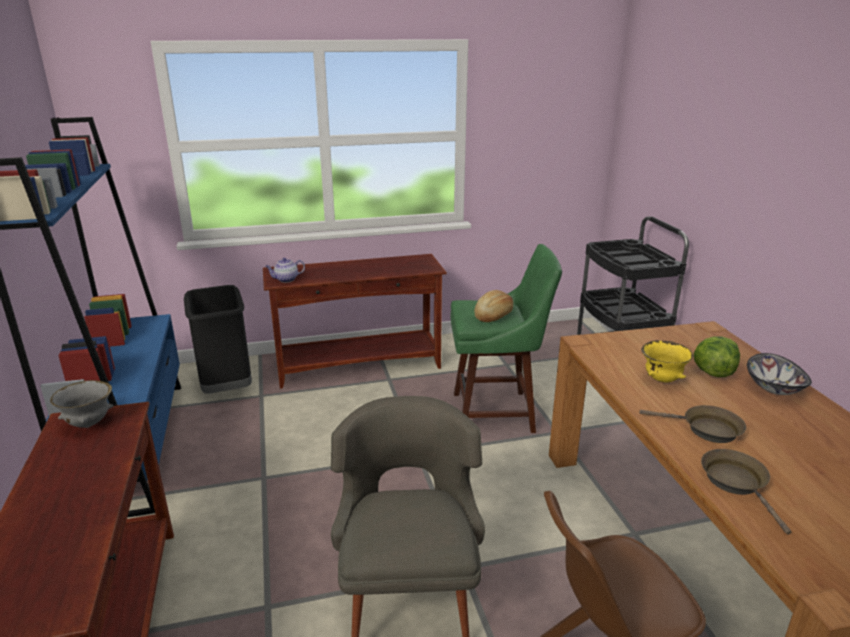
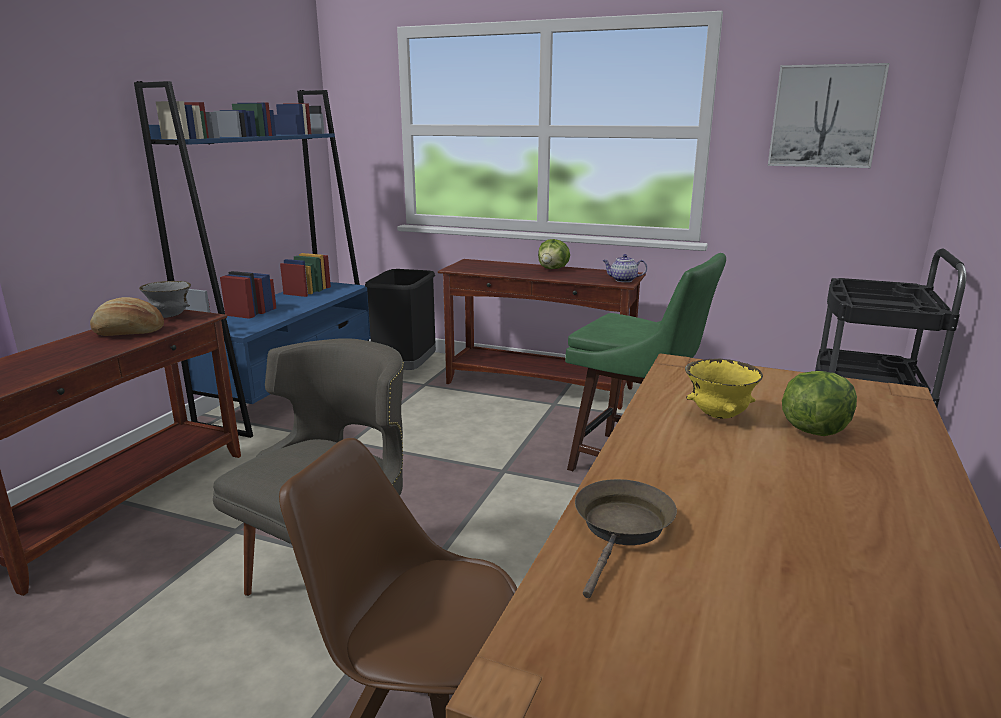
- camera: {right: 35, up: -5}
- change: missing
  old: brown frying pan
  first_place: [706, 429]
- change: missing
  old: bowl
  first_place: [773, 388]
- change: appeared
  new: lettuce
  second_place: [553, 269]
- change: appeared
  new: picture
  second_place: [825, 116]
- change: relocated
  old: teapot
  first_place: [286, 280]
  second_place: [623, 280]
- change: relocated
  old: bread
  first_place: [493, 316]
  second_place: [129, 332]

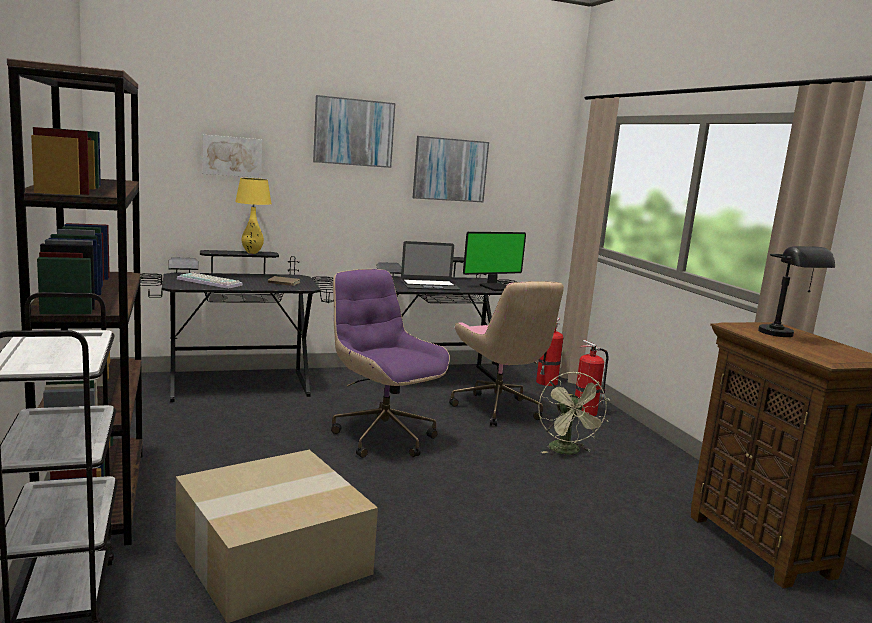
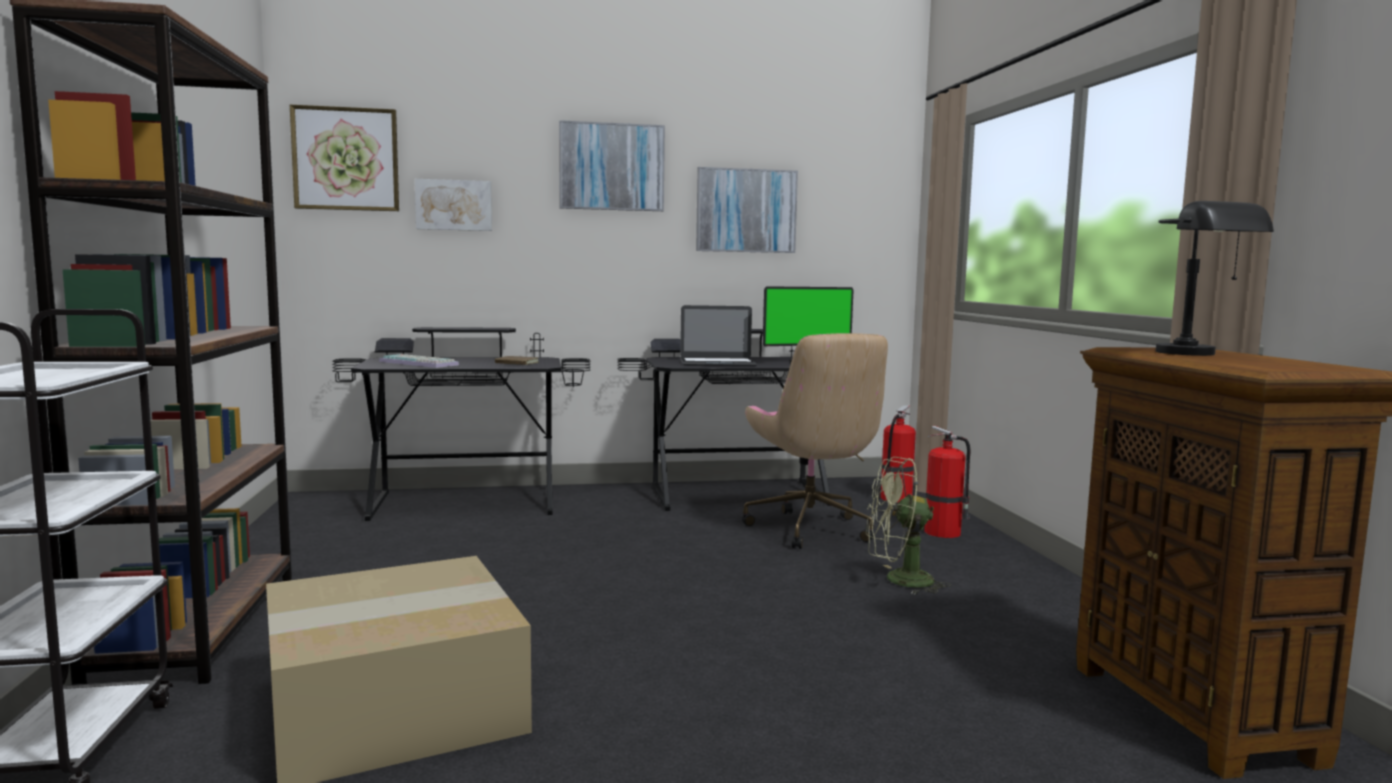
- camera: {right: 10, up: -5}
- change: missing
  old: yellow table lamp
  first_place: [252, 253]
- change: missing
  old: purple office chair
  first_place: [381, 436]
- change: appeared
  new: picture
  second_place: [346, 159]
- change: spun
  old: green fan
  first_place: [567, 452]
  second_place: [899, 581]
  degrees: 90

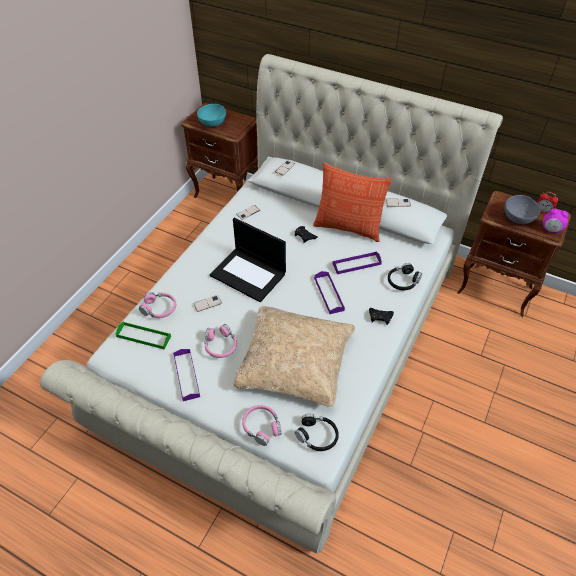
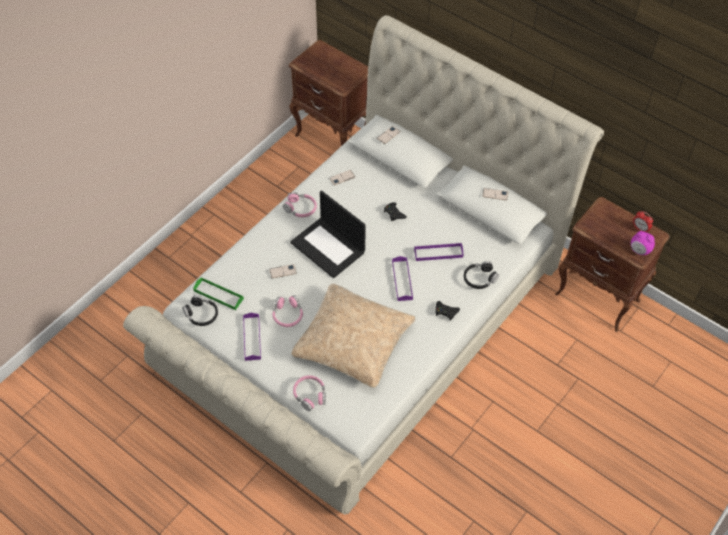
- camera: {right: 10, up: 5}
- change: missing
  old: turquoise bowl
  first_place: [213, 123]
- change: missing
  old: orange pillow
  first_place: [348, 228]
- change: missing
  old: grey bowl
  first_place: [518, 218]
- change: relocated
  old: pink headphones
  first_place: [159, 308]
  second_place: [300, 208]
- change: relocated
  old: black headphones
  first_place: [317, 436]
  second_place: [201, 314]

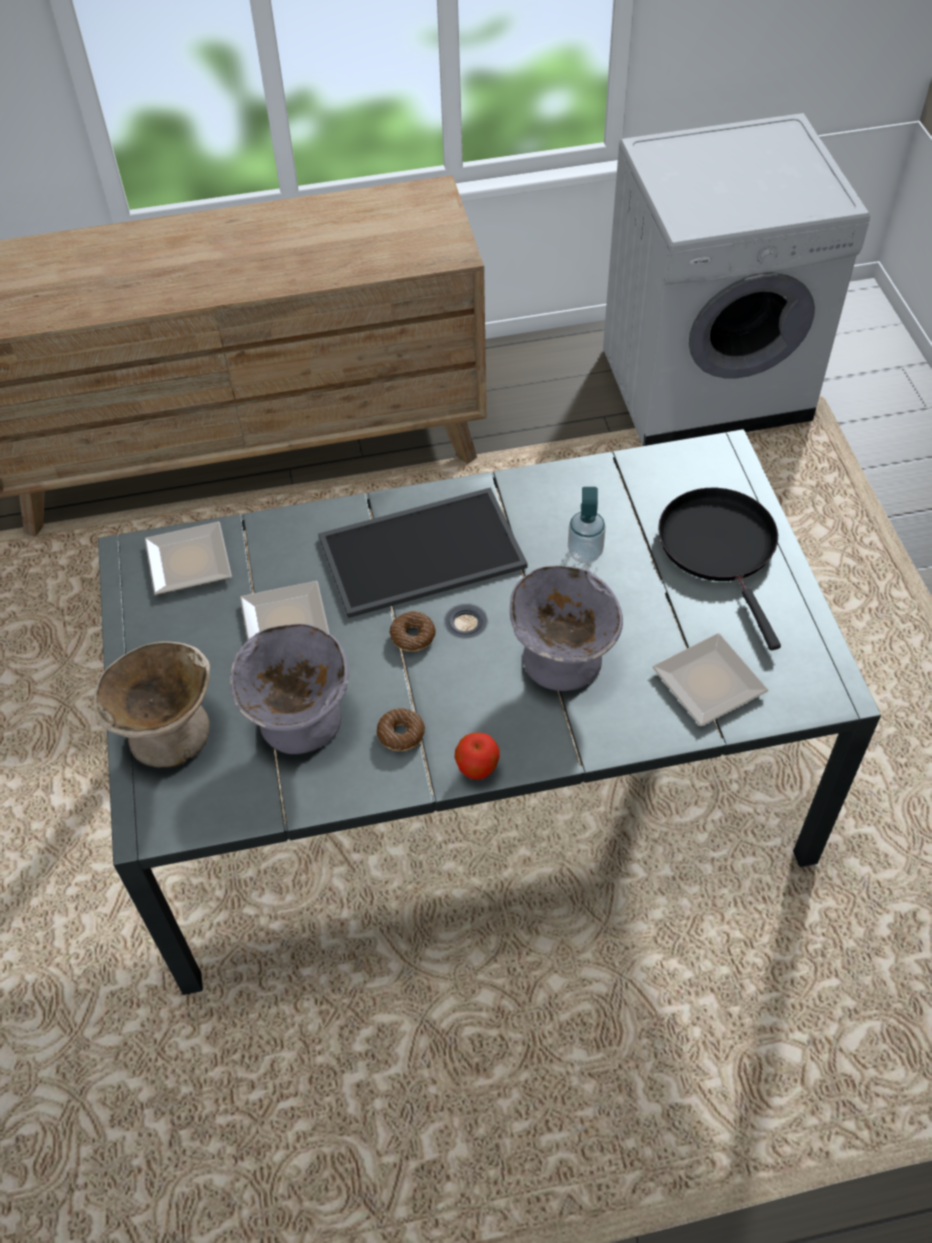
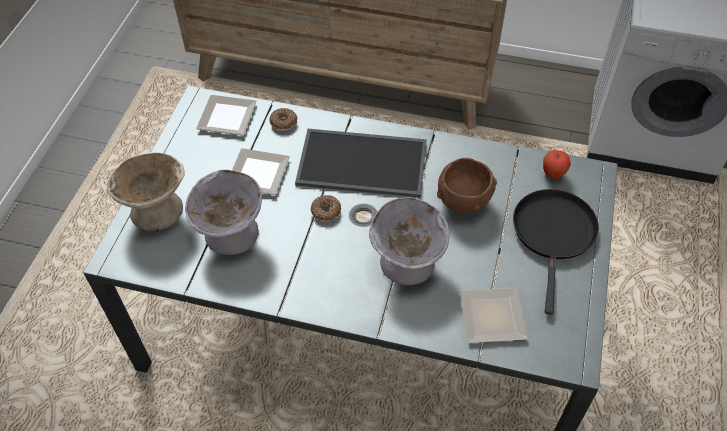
- camera: {right: 25, up: 0}
- change: relocated
  old: donut
  first_place: [401, 734]
  second_place: [283, 122]
- change: relocated
  old: apple
  first_place: [477, 770]
  second_place: [553, 174]
- change: exchanged
  old: soap dispenser
  new: brown bowl
  first_place: [585, 552]
  second_place: [462, 202]

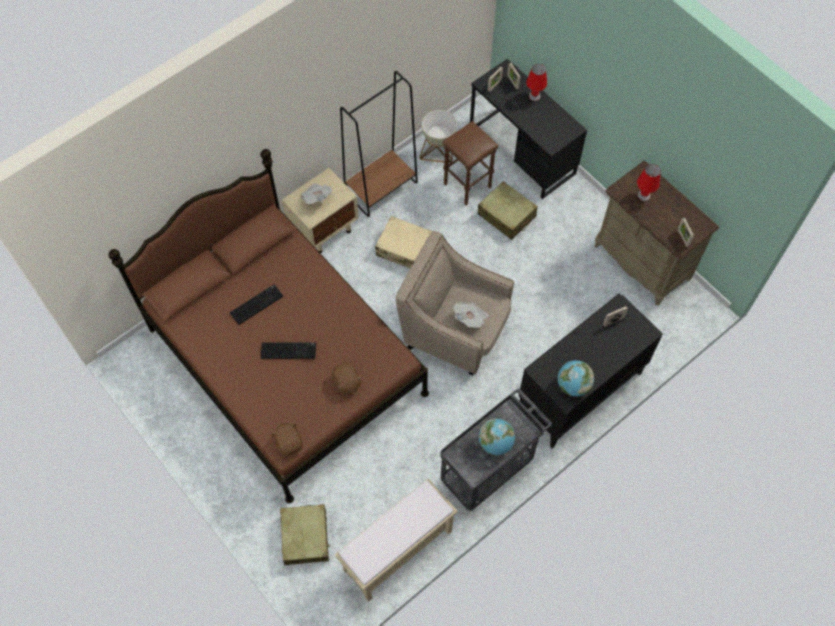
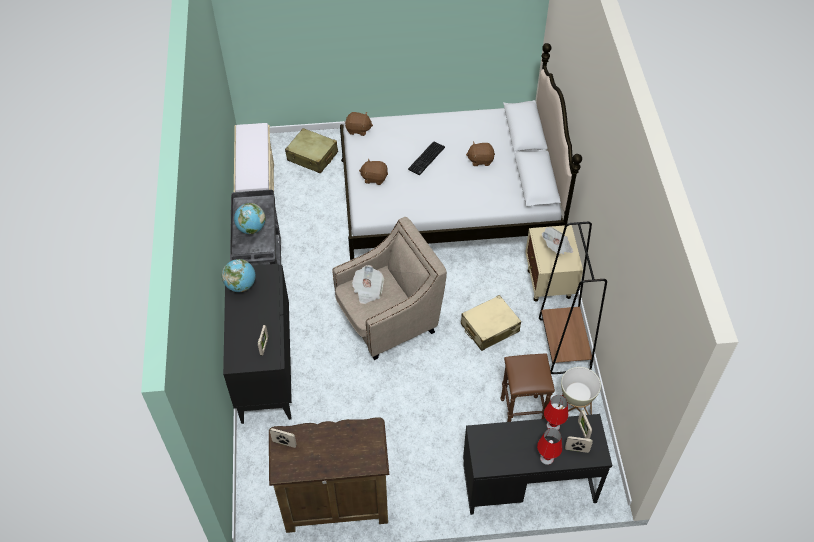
- camera: {right: 125, up: -10}
- change: missing
  old: beige suitcase
  first_place: [506, 215]
- change: relocated
  old: red table lamp
  first_place: [644, 195]
  second_place: [553, 425]
- change: exchanged
  old: keyboard
  new: brown plush toy
  first_place: [256, 304]
  second_place: [480, 160]
- change: colour
  old: brown bed
  new: white bed
  first_place: [286, 361]
  second_place: [447, 205]

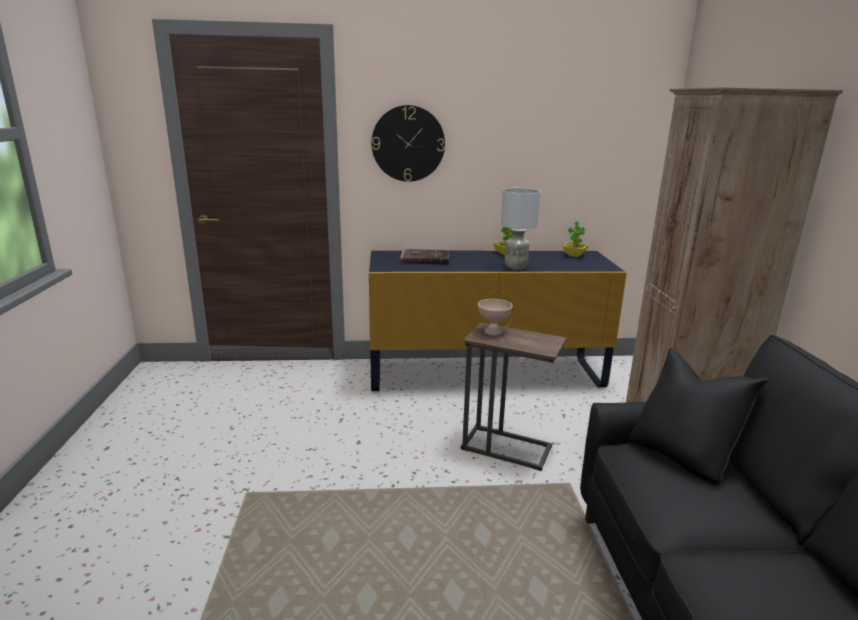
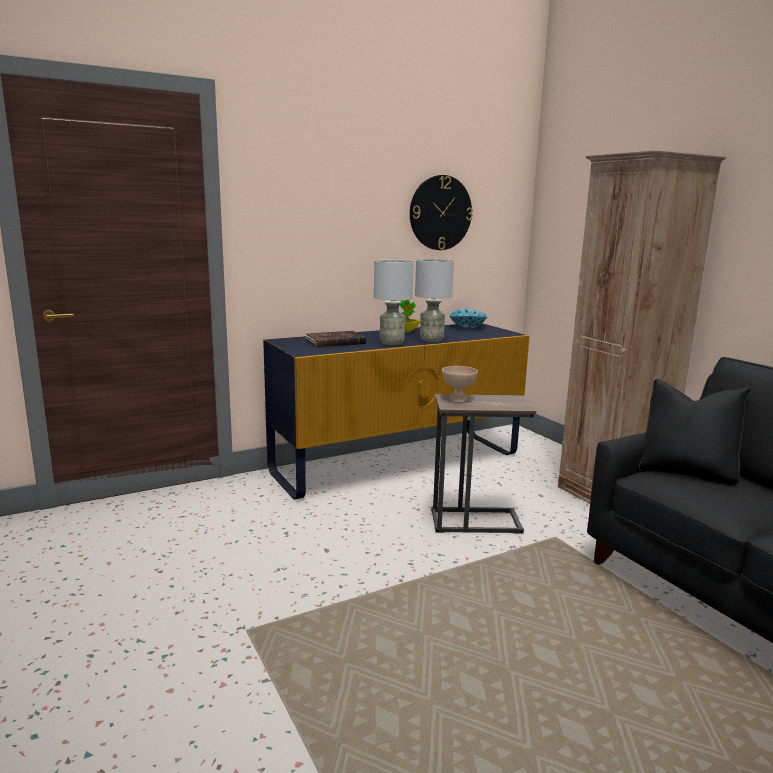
- camera: {right: -25, up: -5}
- change: appeared
  new: grey table lamp
  second_place: [392, 343]
- change: relocated
  old: wall clock
  first_place: [408, 144]
  second_place: [440, 213]
- change: exchanged
  old: potted plant
  new: bowl
  first_place: [574, 255]
  second_place: [467, 327]

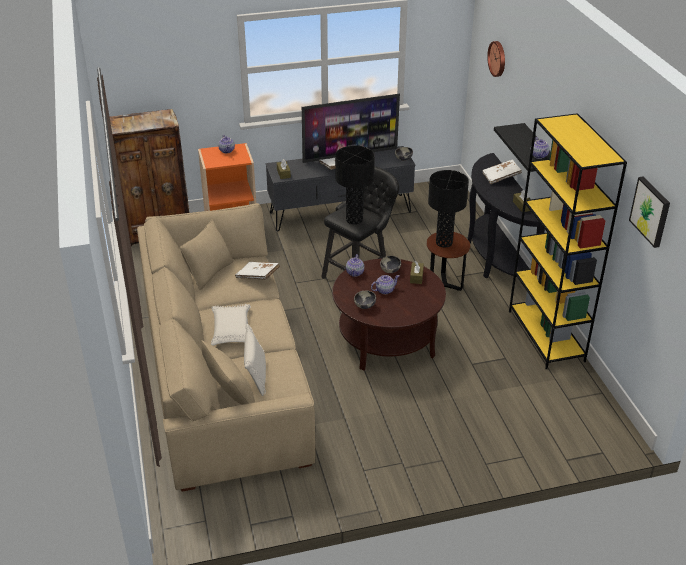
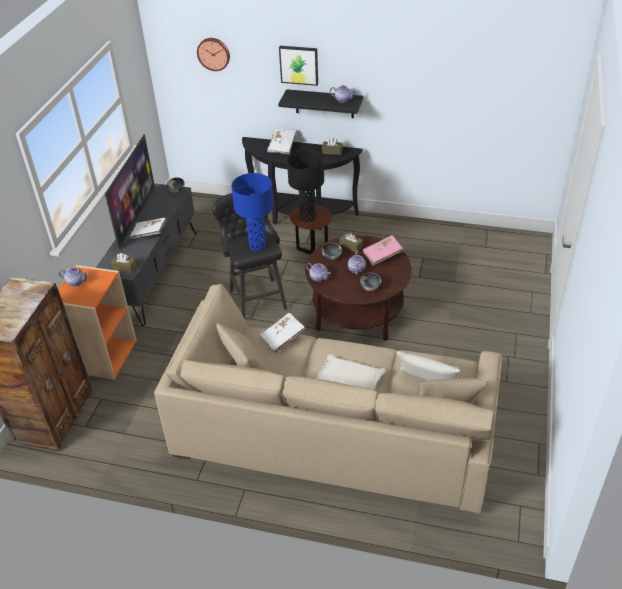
- camera: {right: -60, up: 5}
- change: missing
  old: yellow bookcase
  first_place: [546, 336]
- change: appeared
  new: pink book
  second_place: [382, 255]
- change: relocated
  old: picture
  first_place: [651, 211]
  second_place: [299, 64]
- change: colour
  old: black table lamp
  new: blue table lamp
  first_place: [354, 219]
  second_place: [257, 246]

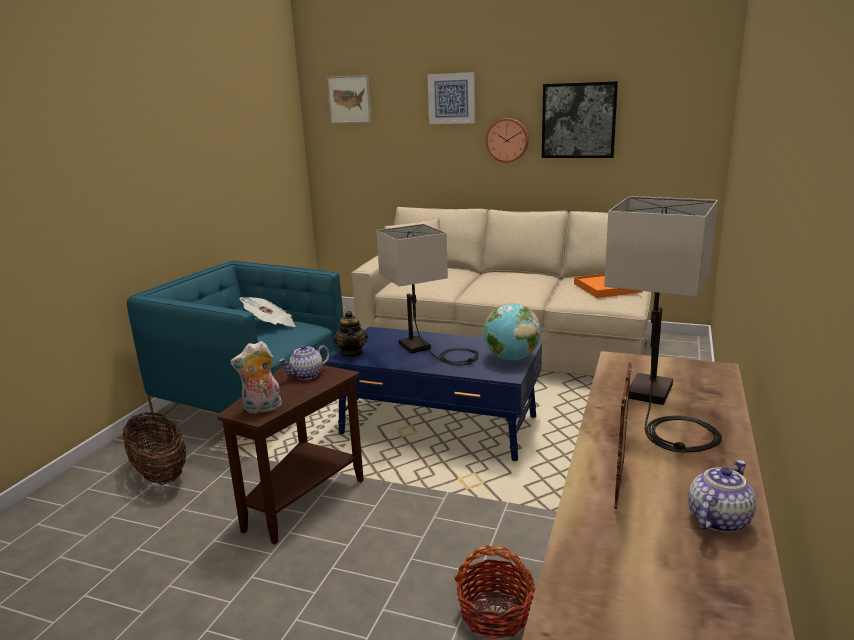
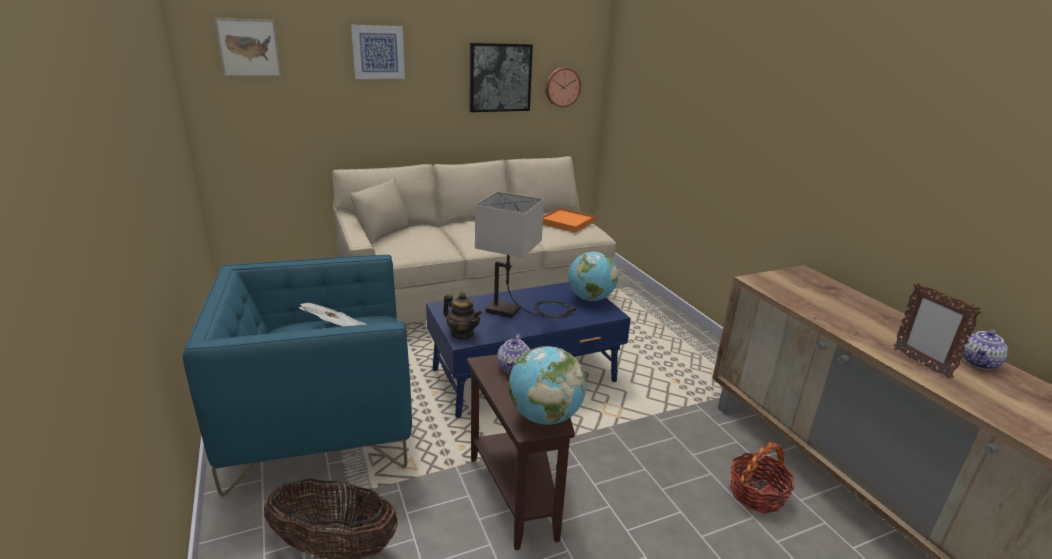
- camera: {right: -45, up: 5}
- change: missing
  old: table lamp
  first_place: [659, 409]
- change: relocated
  old: wall clock
  first_place: [507, 140]
  second_place: [562, 87]
- change: exchanged
  old: plush toy
  new: globe
  first_place: [262, 409]
  second_place: [545, 416]
- change: spun
  old: teapot
  first_place: [718, 519]
  second_place: [979, 363]
  degrees: -135

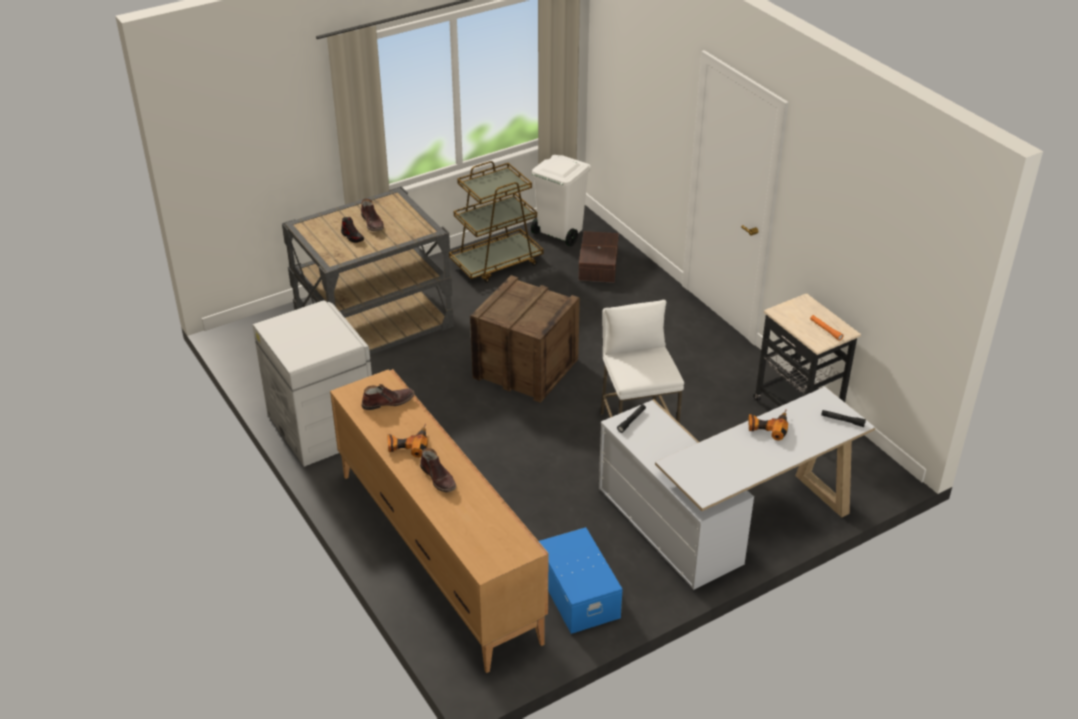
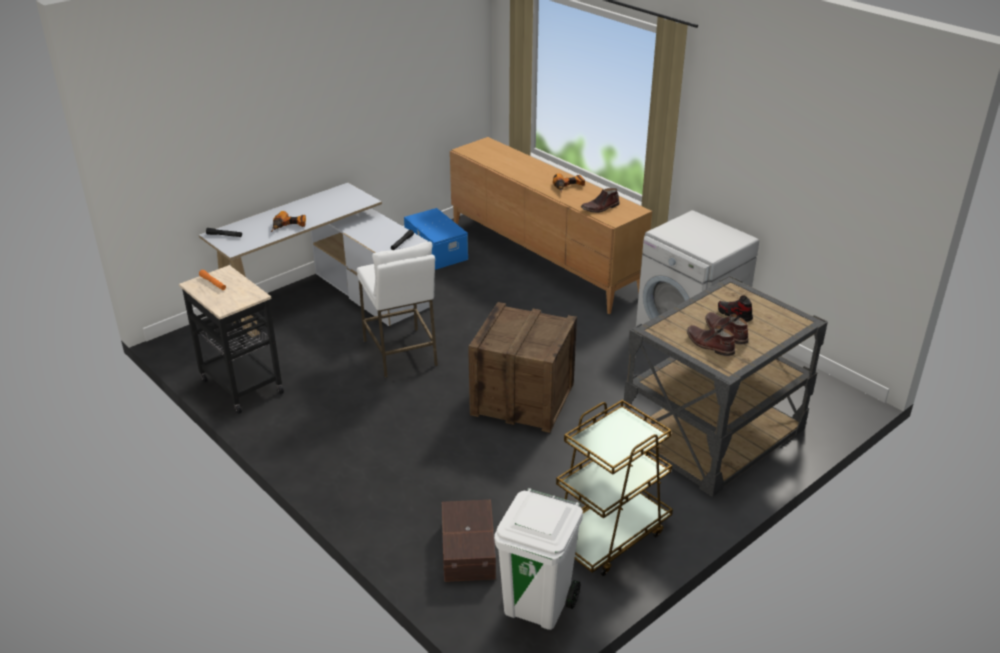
- camera: {right: 170, up: -5}
- change: relocated
  old: brown boot
  first_place: [439, 478]
  second_place: [709, 345]

